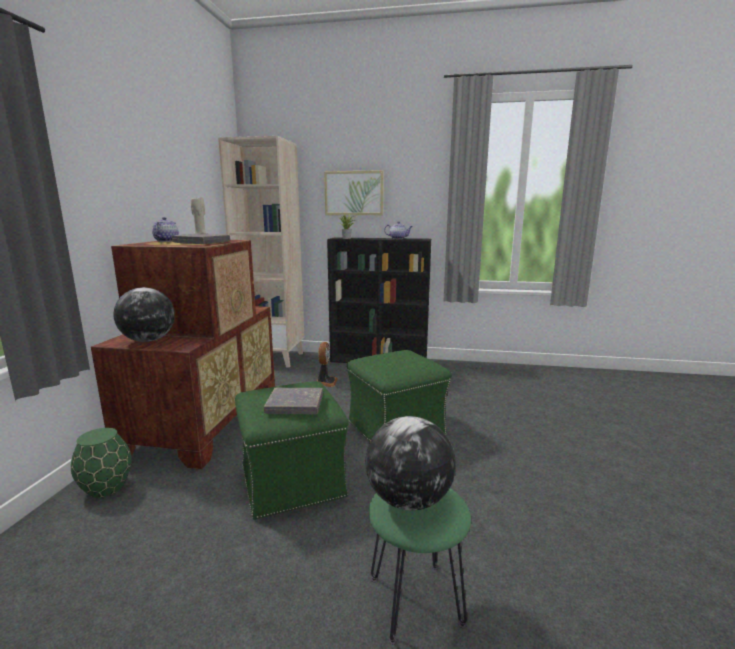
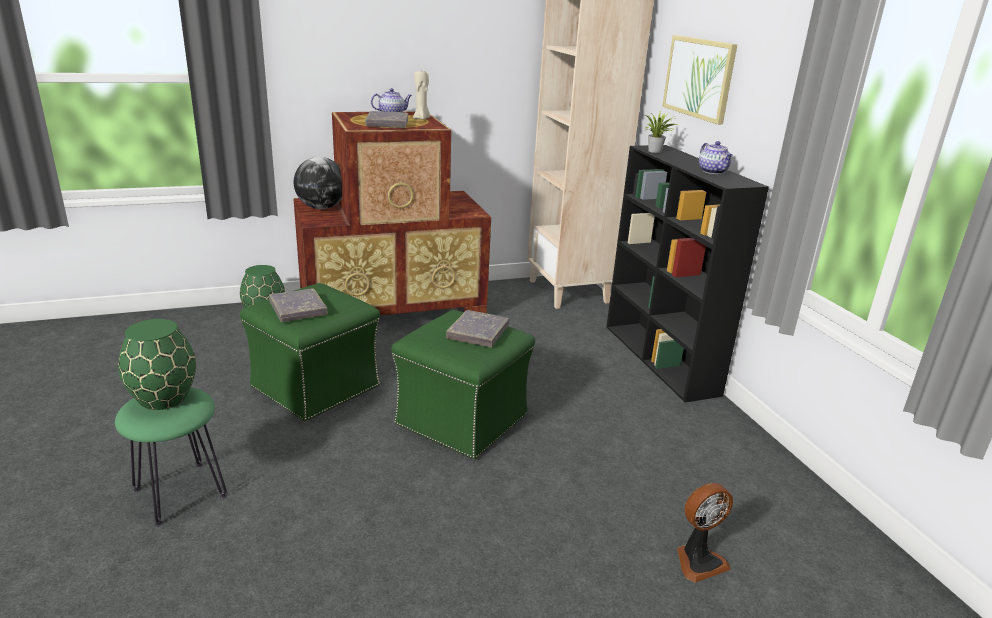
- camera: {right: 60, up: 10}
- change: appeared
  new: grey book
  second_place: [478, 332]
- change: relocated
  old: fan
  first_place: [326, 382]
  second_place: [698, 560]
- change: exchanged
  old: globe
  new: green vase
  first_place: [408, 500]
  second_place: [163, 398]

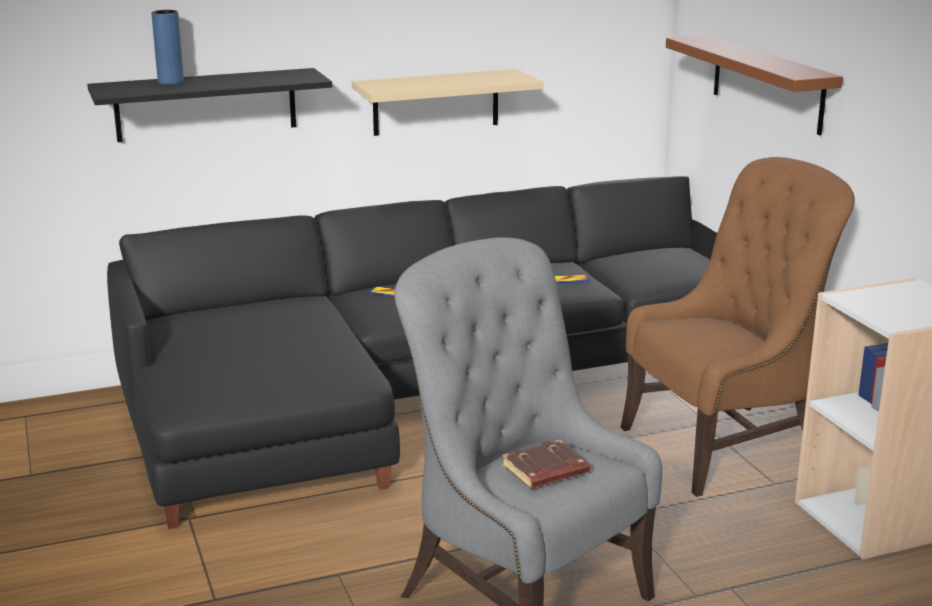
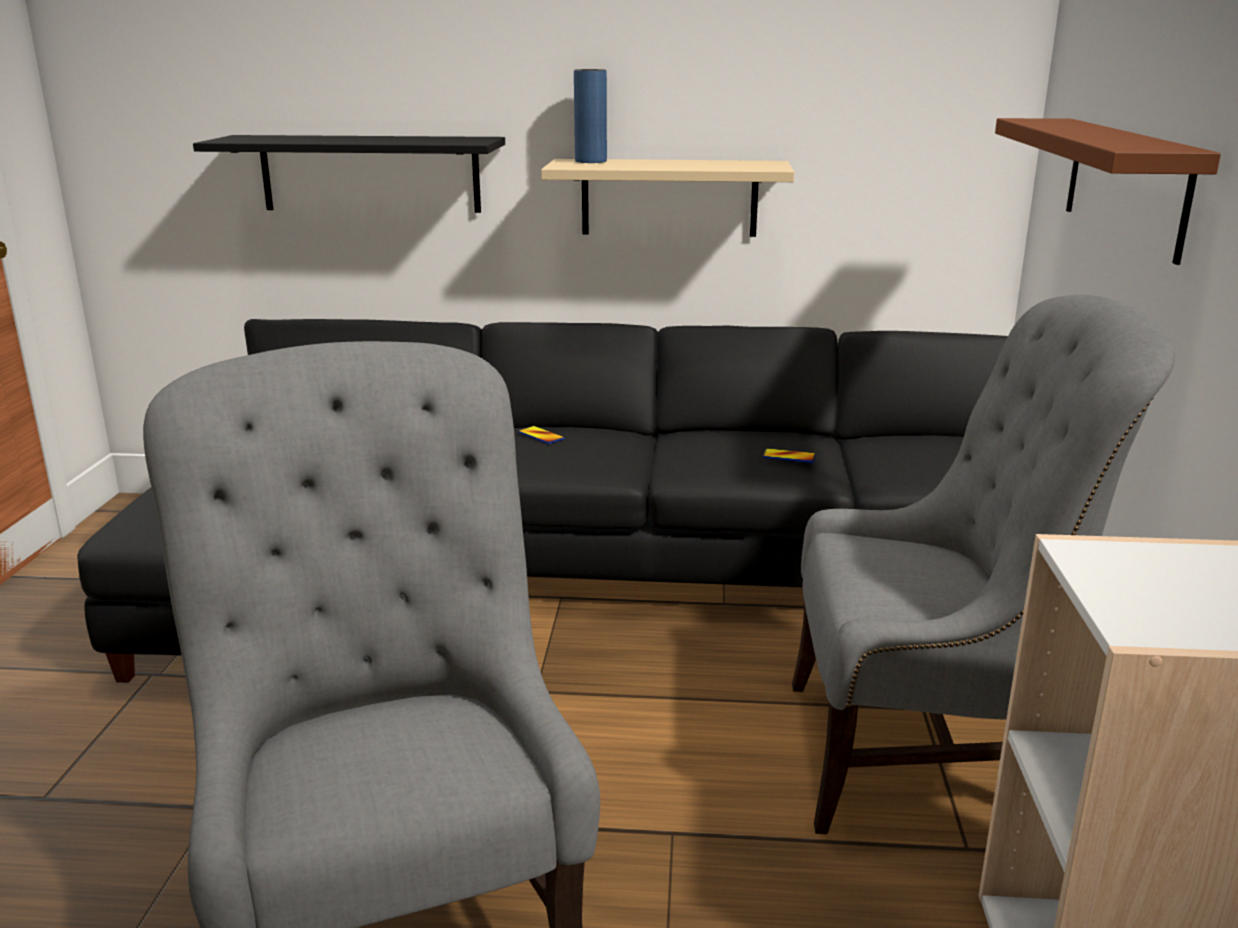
- camera: {right: 25, up: 0}
- change: missing
  old: brown book
  first_place: [545, 471]
- change: relocated
  old: blue vase
  first_place: [170, 81]
  second_place: [590, 161]
- change: colour
  old: brown armchair
  new: grey armchair
  first_place: [724, 446]
  second_place: [929, 756]

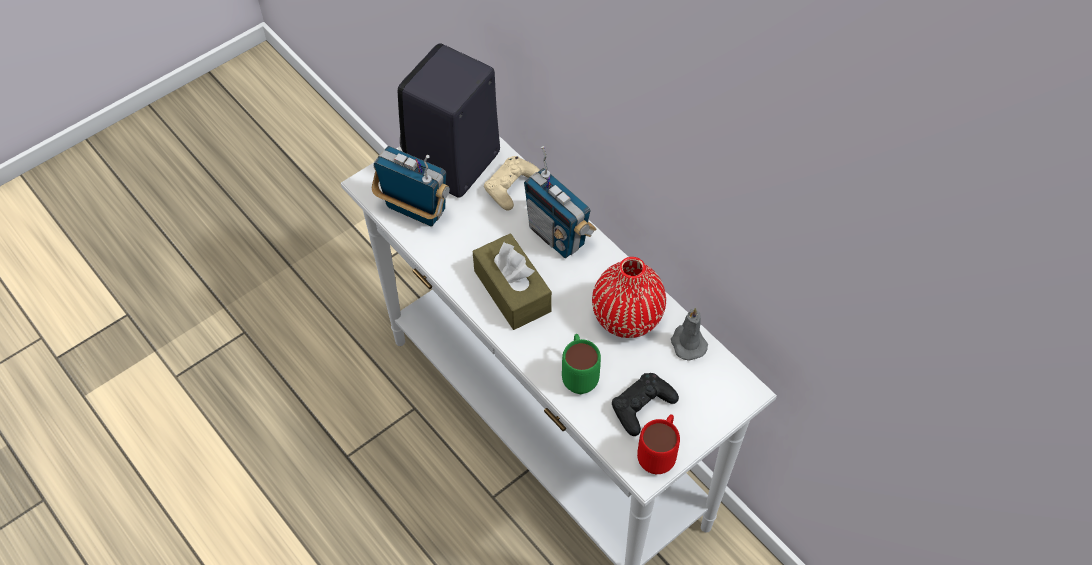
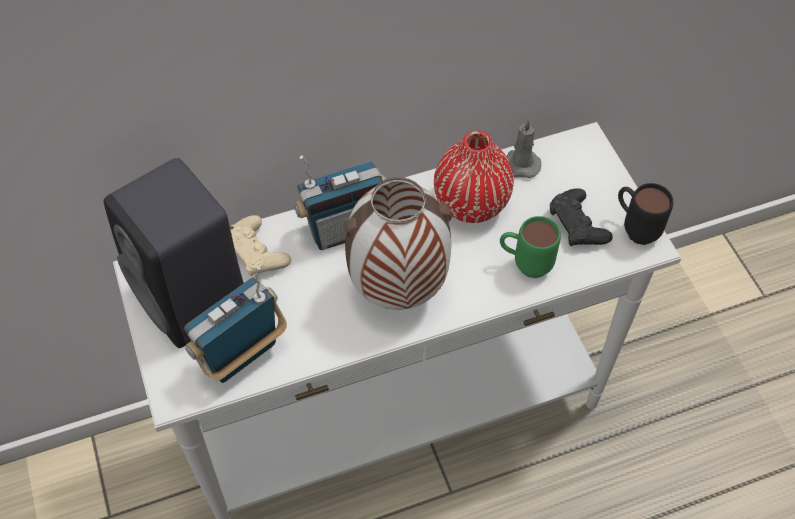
- camera: {right: -70, up: 0}
- change: exchanged
  old: brown tissue box
  new: vase
  first_place: [512, 291]
  second_place: [397, 292]
- change: colour
  old: red mug
  new: black mug
  first_place: [659, 455]
  second_place: [634, 228]

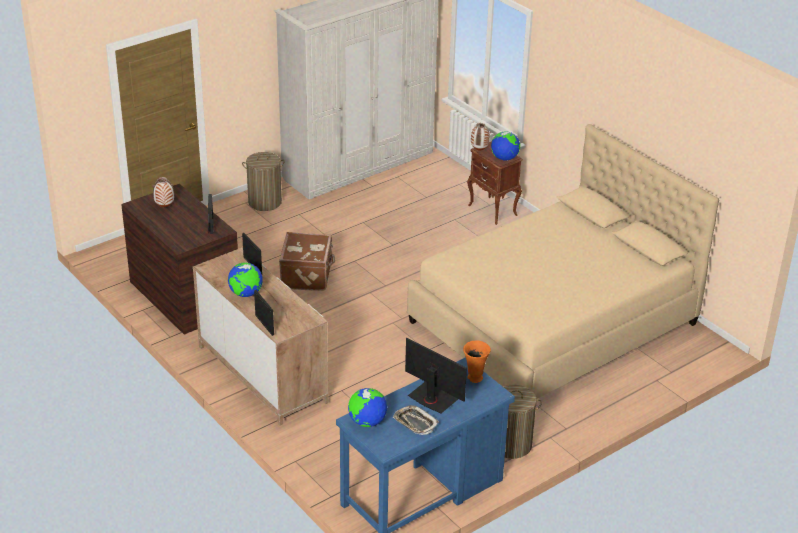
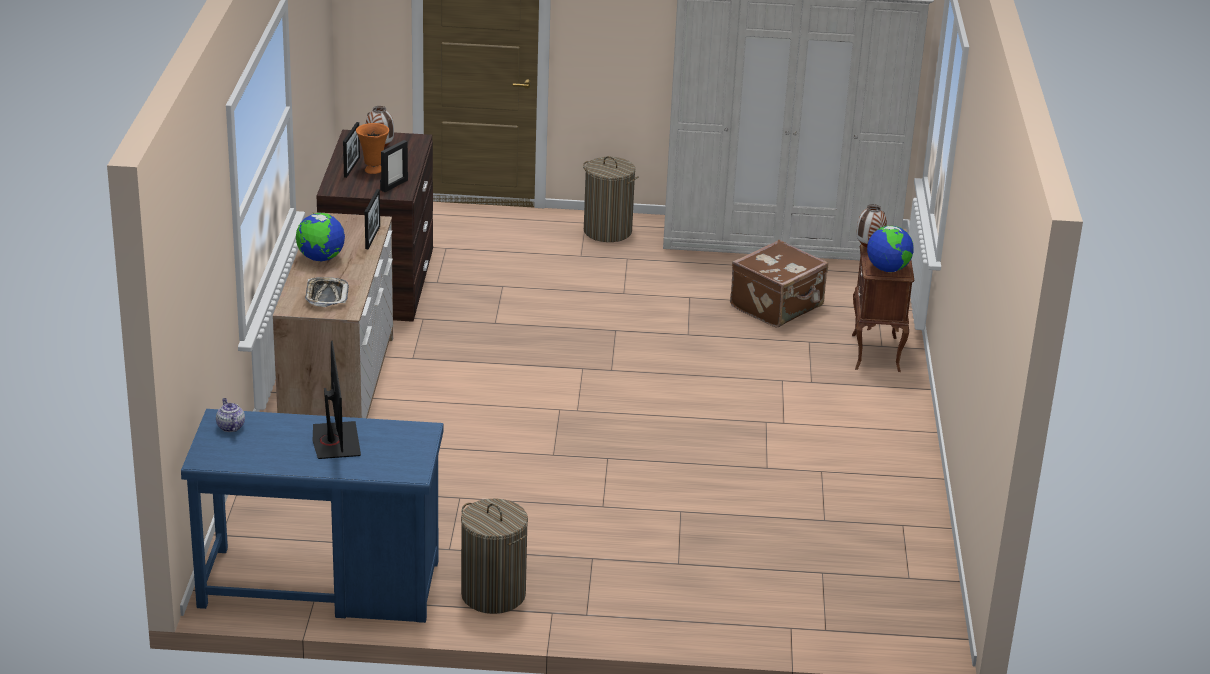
- camera: {right: 40, up: -5}
- change: missing
  old: beige bed
  first_place: [553, 323]
- change: relocated
  old: picture frame
  first_place: [264, 325]
  second_place: [352, 167]
- change: relocated
  old: brown suitcase
  first_place: [307, 276]
  second_place: [778, 307]
- change: relocated
  old: tray
  first_place: [415, 423]
  second_place: [326, 296]
- change: relocated
  old: orange vase
  first_place: [475, 378]
  second_place: [373, 170]
- change: exchanged
  old: globe
  new: teapot
  first_place: [367, 422]
  second_place: [230, 427]

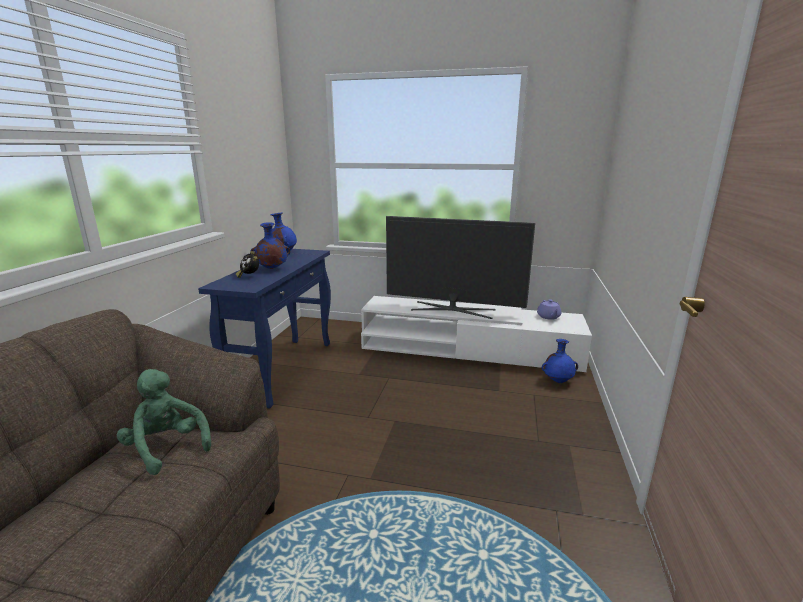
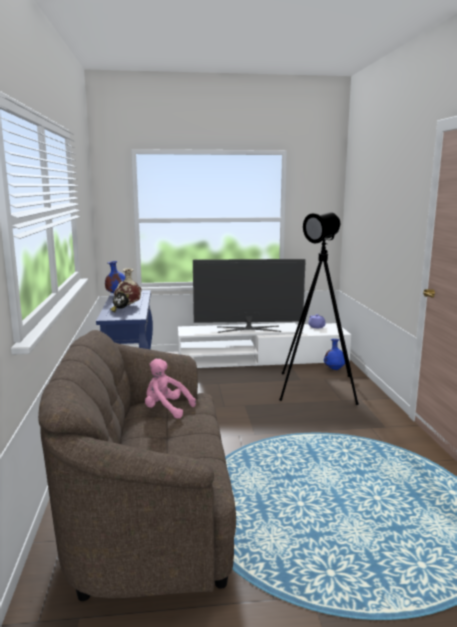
- camera: {right: -20, up: -5}
- change: appeared
  new: black floor lamp
  second_place: [316, 388]
- change: colour
  old: green plush toy
  new: pink plush toy
  first_place: [167, 447]
  second_place: [166, 409]
- change: colour
  old: blue vase
  new: beige vase
  first_place: [271, 269]
  second_place: [128, 305]

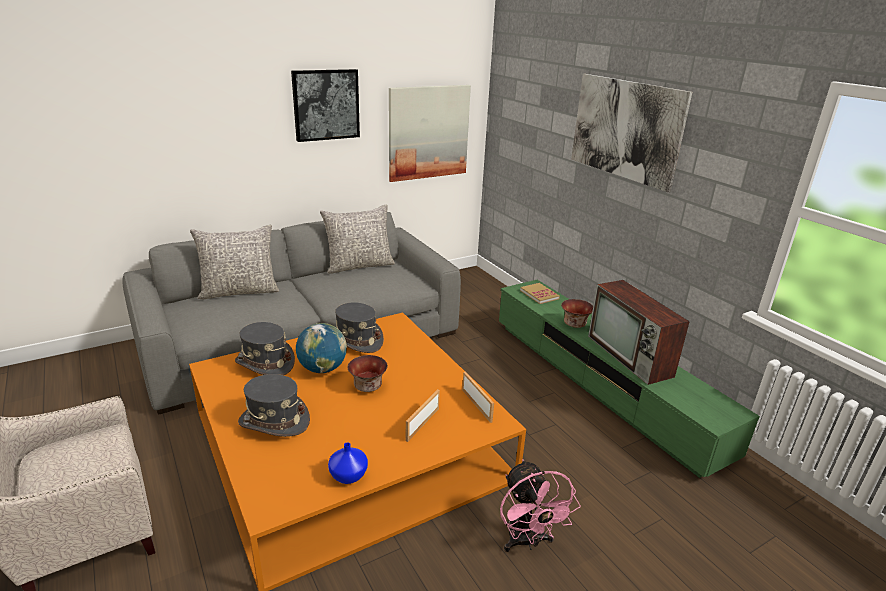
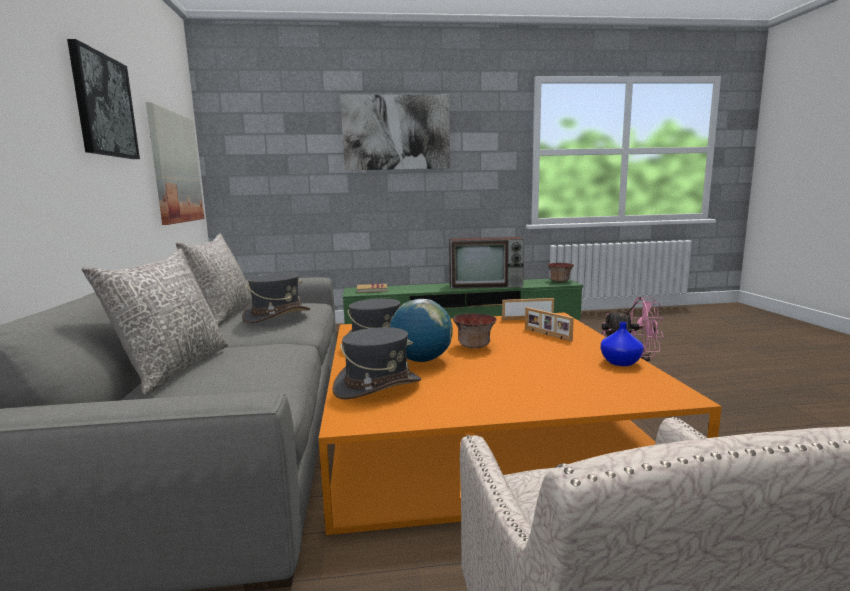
- camera: {right: -65, up: -15}
- change: relocated
  old: grey hat
  first_place: [274, 421]
  second_place: [277, 316]
- change: relocated
  old: bowl
  first_place: [575, 324]
  second_place: [559, 281]

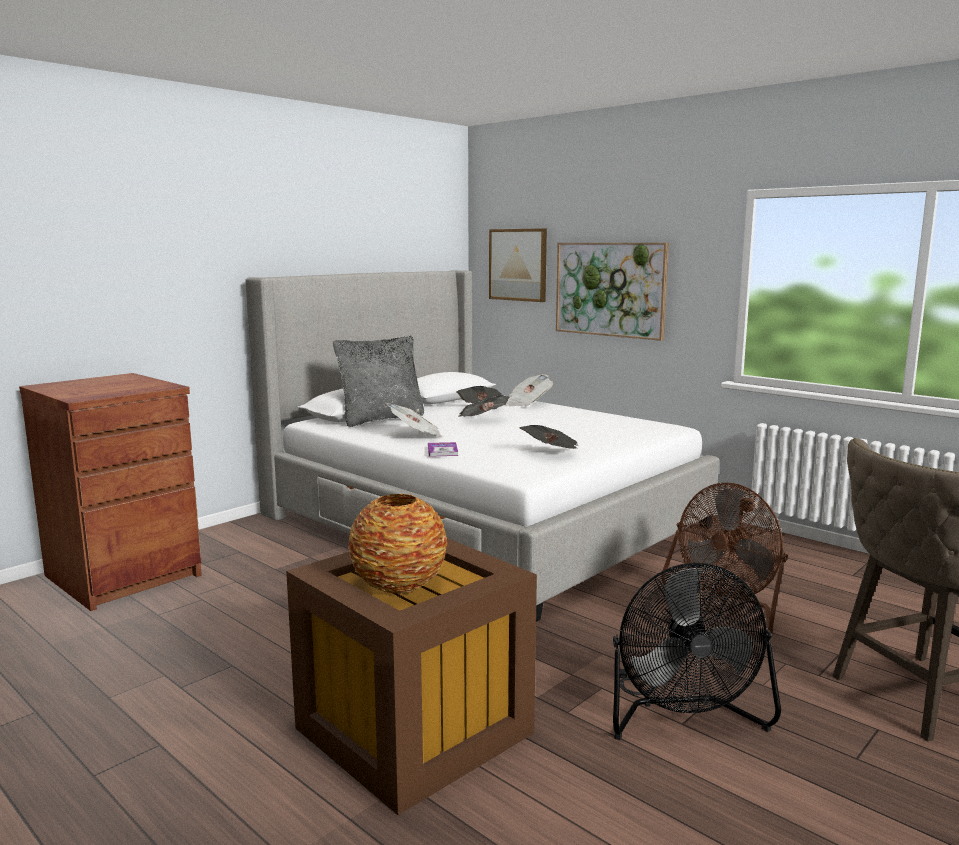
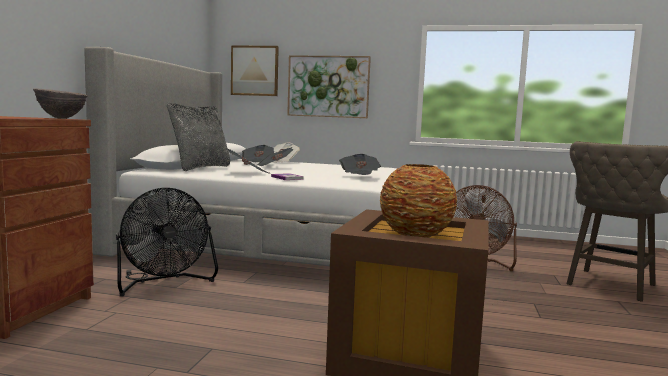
- camera: {right: -30, up: -5}
- change: appeared
  new: brown bowl
  second_place: [62, 118]
- change: relocated
  old: black fan
  first_place: [676, 716]
  second_place: [160, 283]

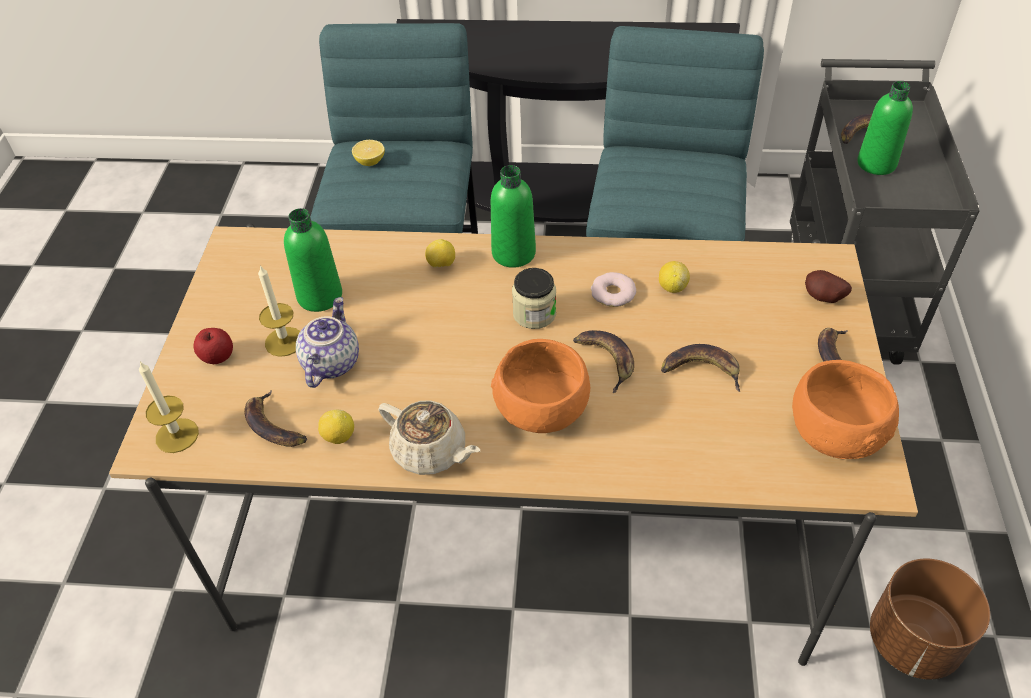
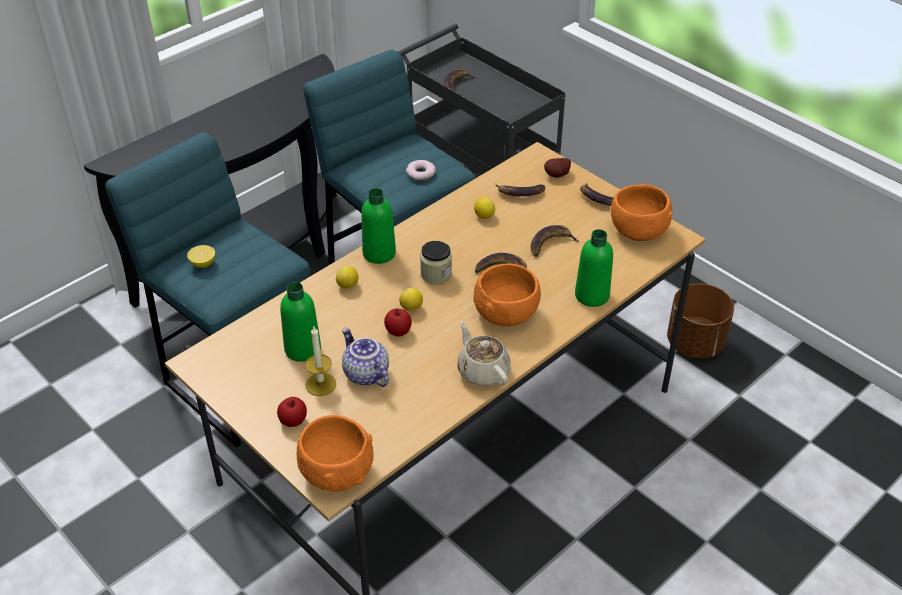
- camera: {right: -50, up: -5}
- change: appeared
  new: apple
  second_place: [398, 331]
- change: relocated
  old: banana
  first_place: [273, 426]
  second_place: [520, 193]
- change: relocated
  old: lemon
  first_place: [338, 437]
  second_place: [411, 308]
- change: relocated
  old: donut
  first_place: [613, 293]
  second_place: [421, 173]
- change: relocated
  old: green bottle
  first_place: [876, 164]
  second_place: [592, 295]
- change: exchanged
  old: candle
  new: orange bowl
  first_place: [177, 435]
  second_place: [337, 471]
- change: spun
  old: beige teapot
  first_place: [430, 452]
  second_place: [482, 371]
  degrees: -105

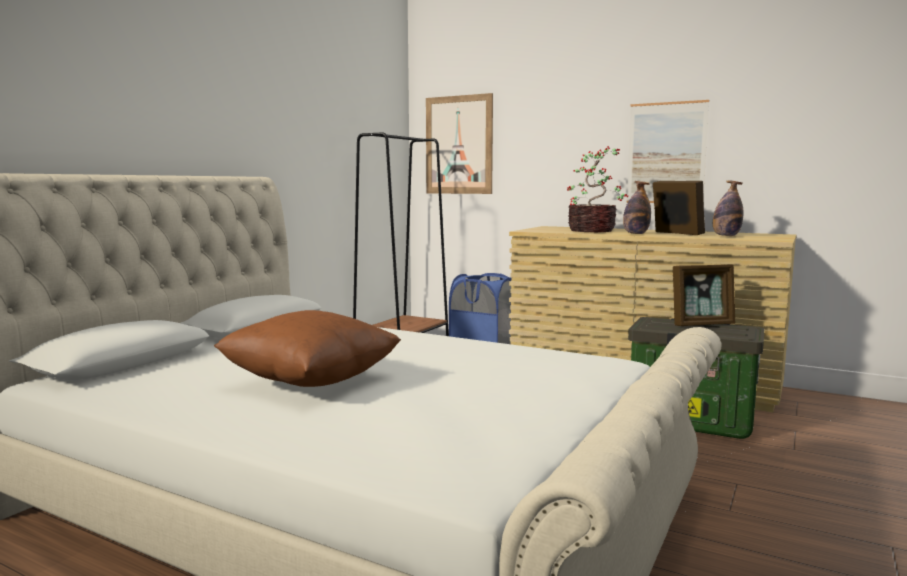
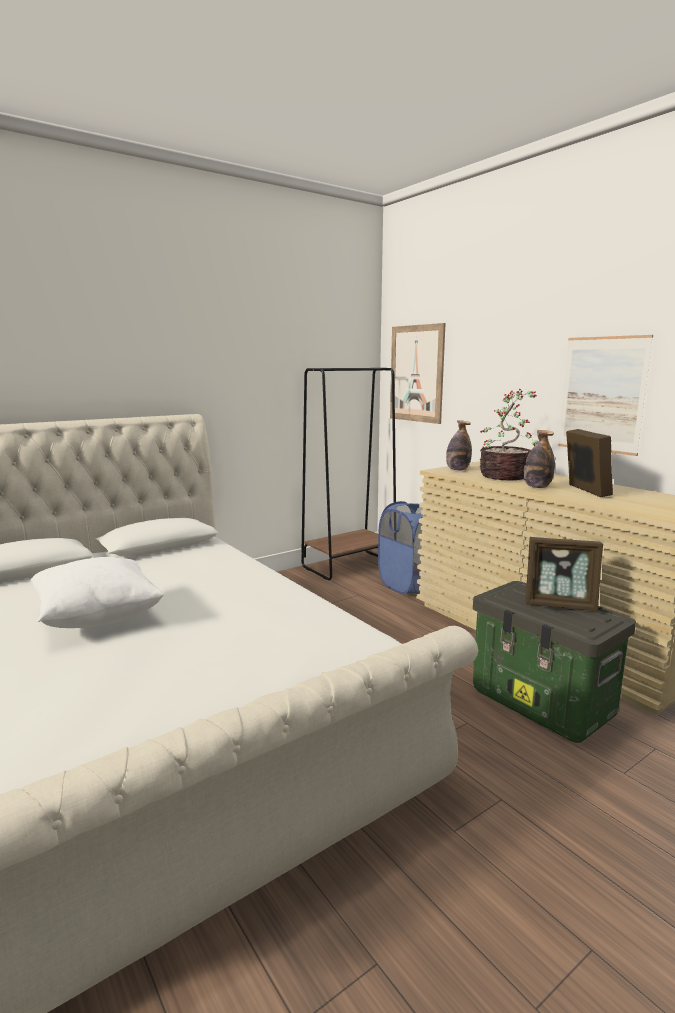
- camera: {right: 25, up: 5}
- change: relocated
  old: bottle
  first_place: [726, 236]
  second_place: [457, 469]
- change: colour
  old: brown pillow
  new: white pillow
  first_place: [310, 382]
  second_place: [98, 618]

